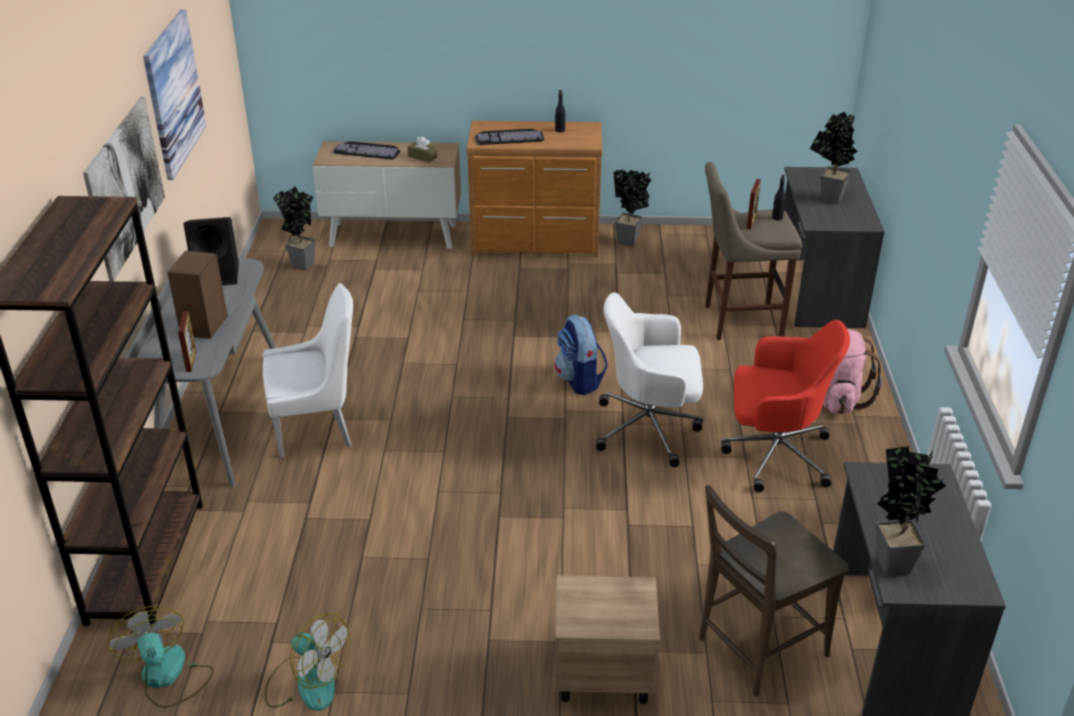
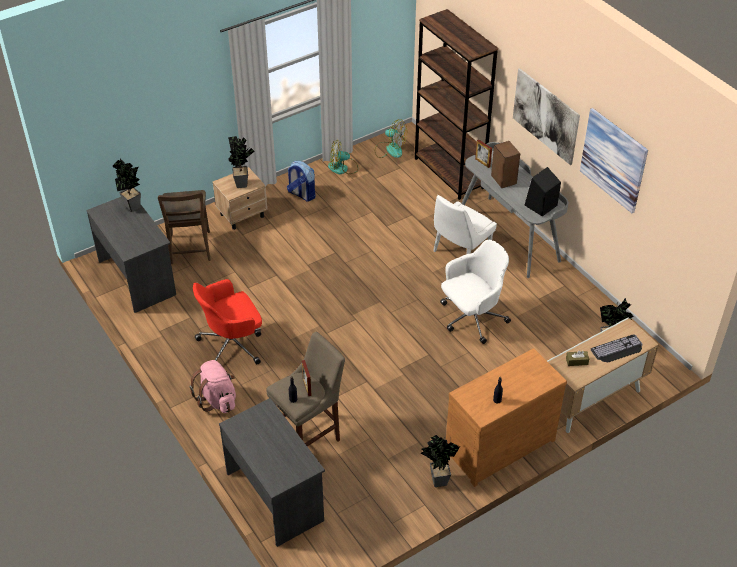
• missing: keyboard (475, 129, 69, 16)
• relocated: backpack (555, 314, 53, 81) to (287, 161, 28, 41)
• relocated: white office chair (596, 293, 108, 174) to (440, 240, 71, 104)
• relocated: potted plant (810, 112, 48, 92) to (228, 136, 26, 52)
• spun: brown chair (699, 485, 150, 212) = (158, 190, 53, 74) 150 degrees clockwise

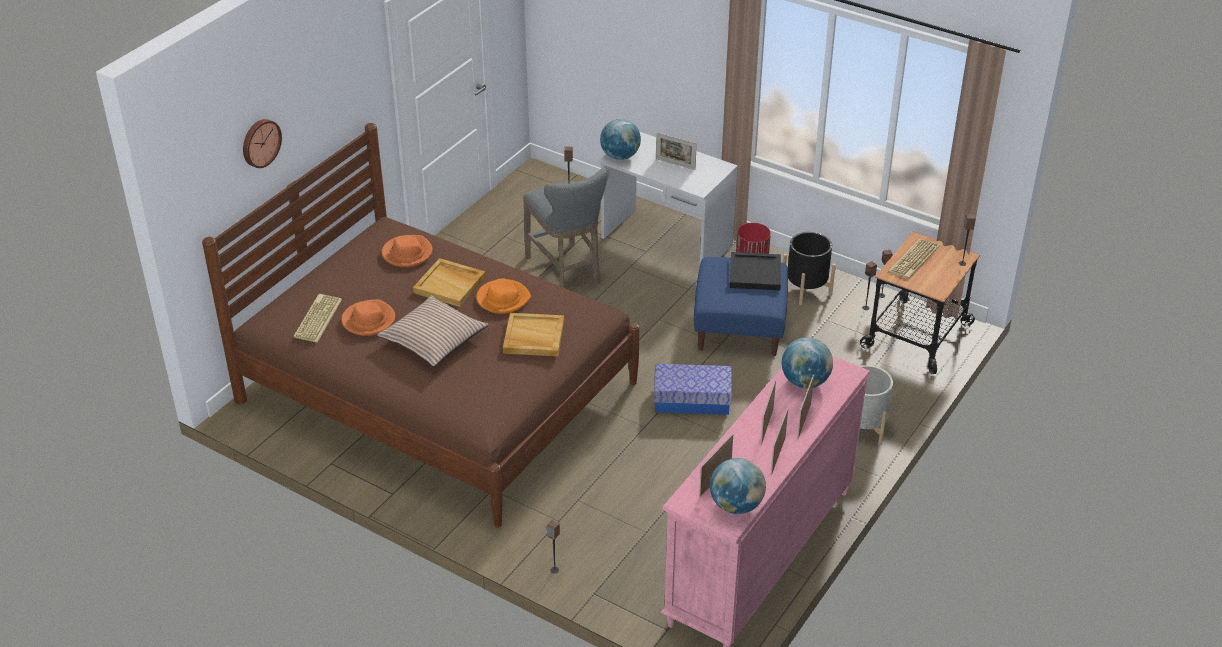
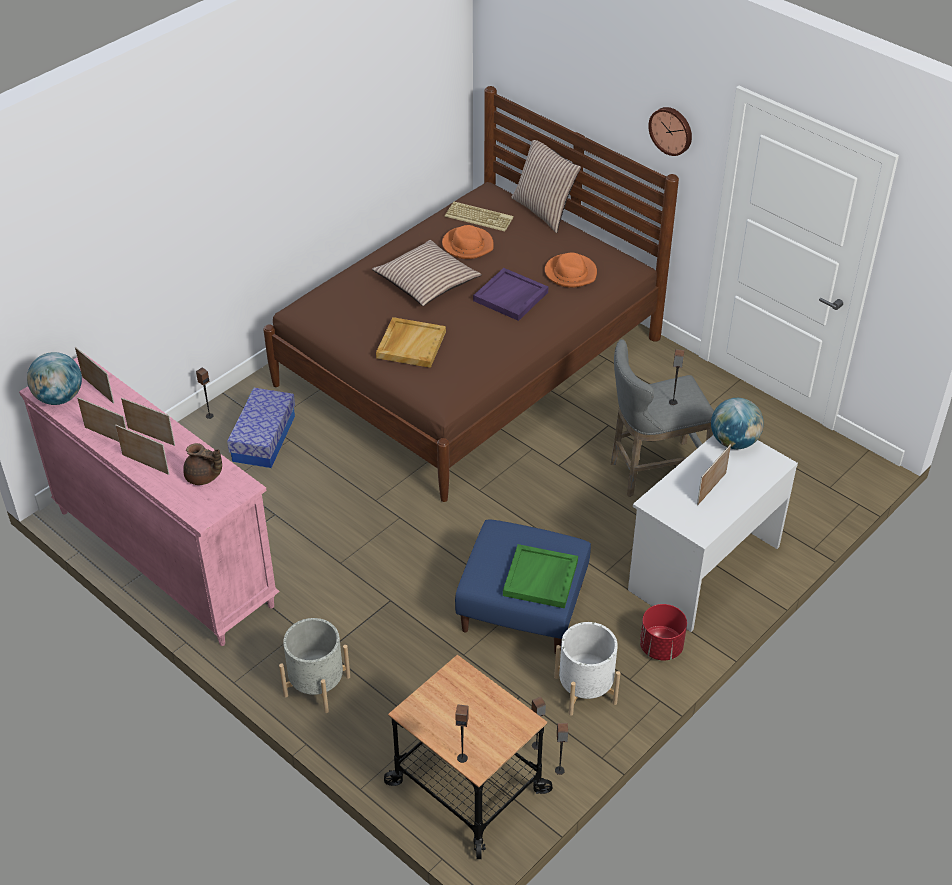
• missing: orange hat (476, 278, 55, 36)
• missing: keyboard (888, 239, 52, 39)
• appeared: pillow (511, 140, 70, 93)
• relocated: wall clock (243, 119, 39, 49) to (648, 107, 44, 49)
• relocated: storage box (654, 364, 78, 51) to (227, 388, 68, 80)
• exchanged: globe (782, 337, 51, 52) to brown teapot (183, 443, 39, 42)
• colour: beige tray (413, 258, 72, 49) to purple tray (473, 268, 75, 53)
• colour: black tray (730, 252, 51, 38) to green tray (503, 544, 75, 64)
• colour: black planter (783, 232, 53, 73) to white planter (554, 622, 66, 93)

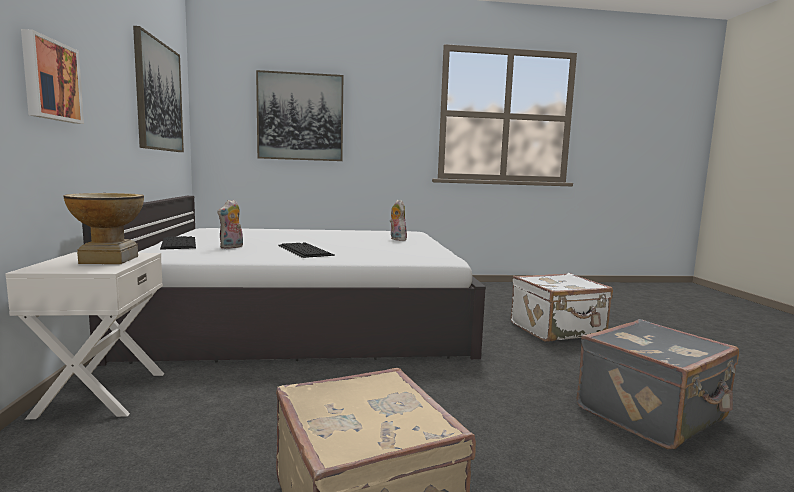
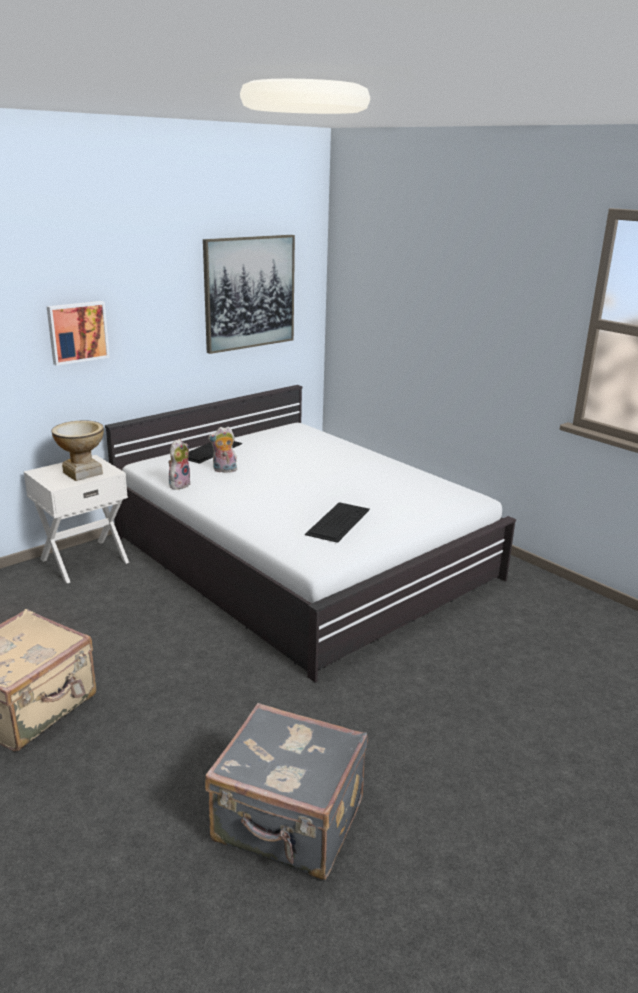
• missing: picture (256, 70, 87, 91)
• missing: white suitcase (511, 273, 102, 69)
• relocated: keyboard (278, 242, 57, 16) to (305, 502, 65, 41)
• relocated: plush toy (390, 200, 17, 41) to (168, 439, 23, 51)

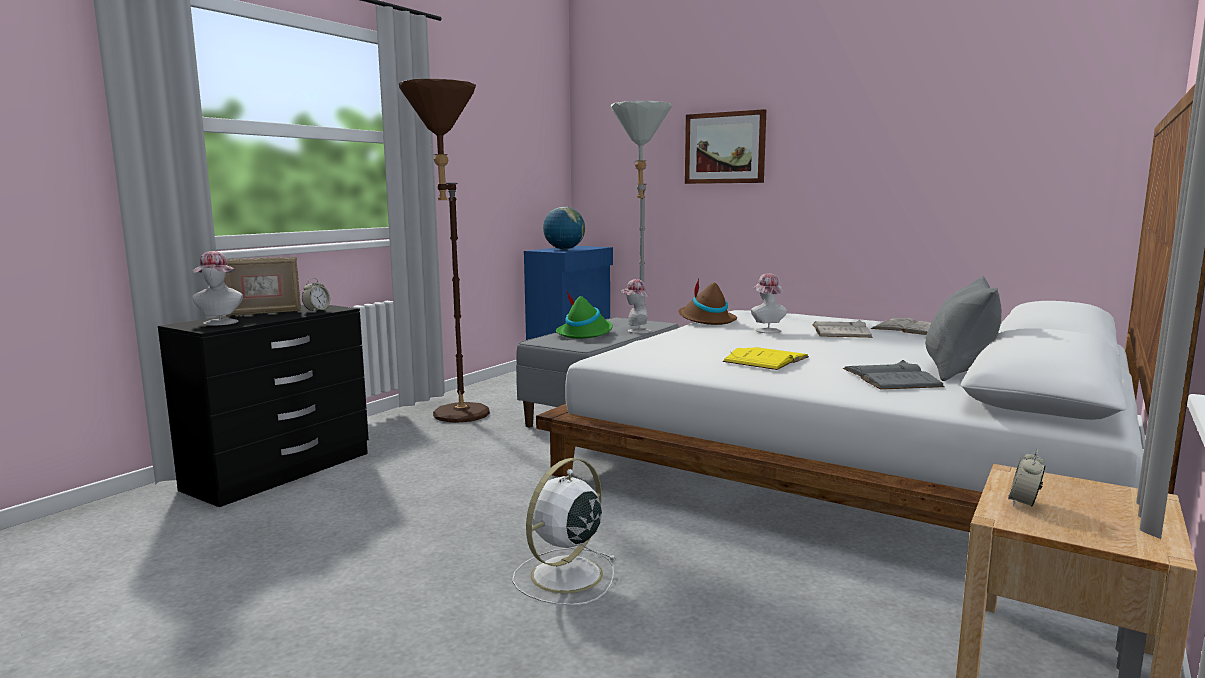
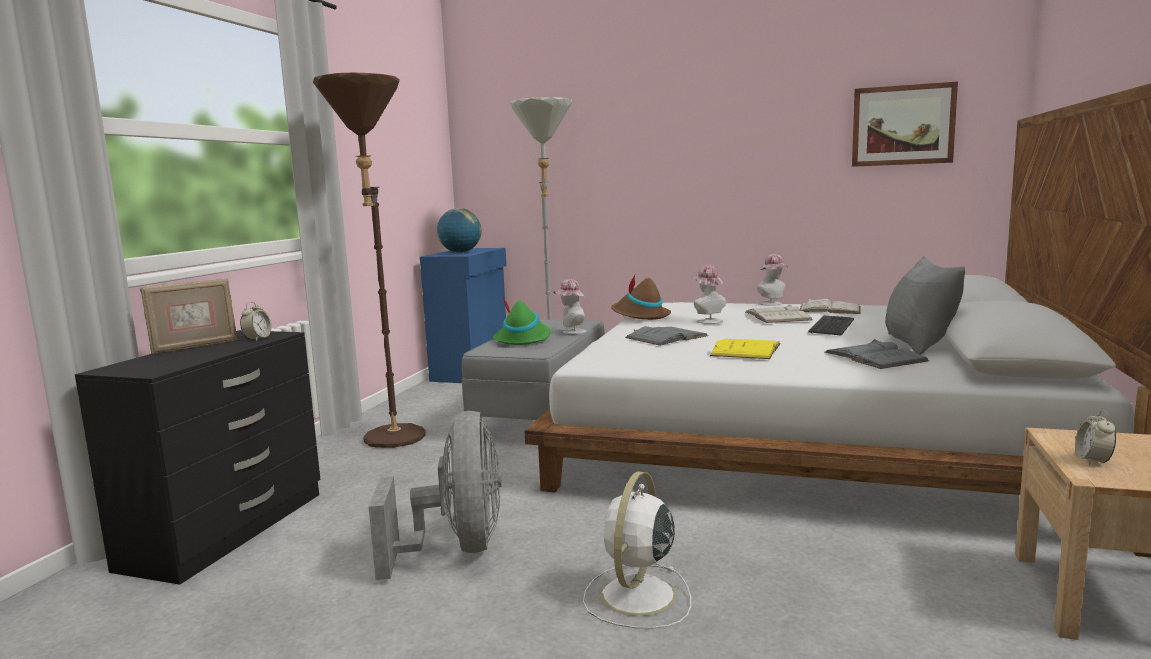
• appeared: grey fan (369, 411, 133, 169)
• appeared: grey book (625, 326, 84, 20)
• appeared: keyboard (808, 315, 46, 21)
• relocated: hat (192, 251, 51, 75) to (757, 254, 31, 52)
• relocated: picture (685, 109, 81, 75) to (852, 81, 106, 86)

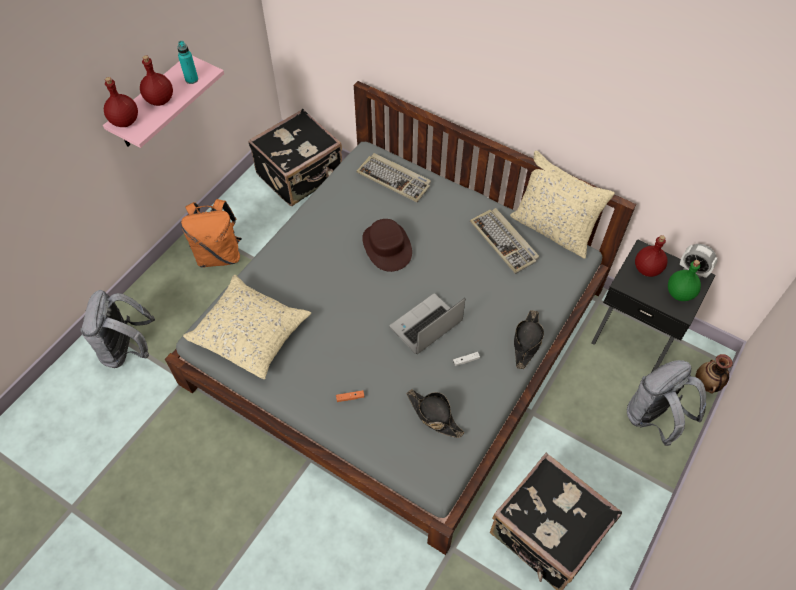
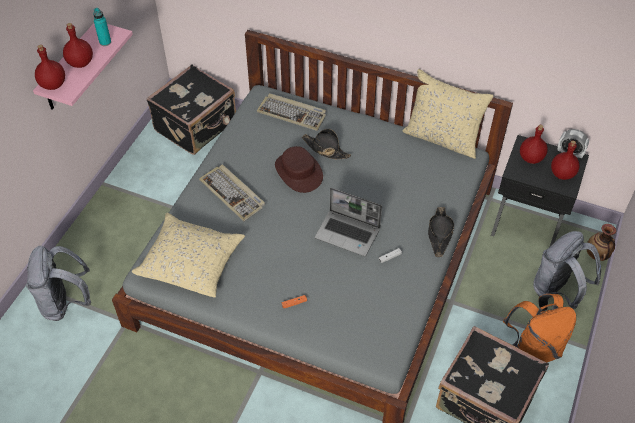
• relocated: orange backpack (181, 199, 61, 69) to (503, 294, 73, 68)
• relocated: black hat (406, 389, 58, 49) to (302, 129, 49, 30)
• relocated: keyboard (470, 208, 69, 66) to (199, 164, 66, 57)
• colour: green bottle (668, 260, 33, 41) to red bottle (551, 141, 28, 39)
• spun: laptop (390, 293, 75, 61) = (315, 188, 67, 68) 105 degrees counterclockwise

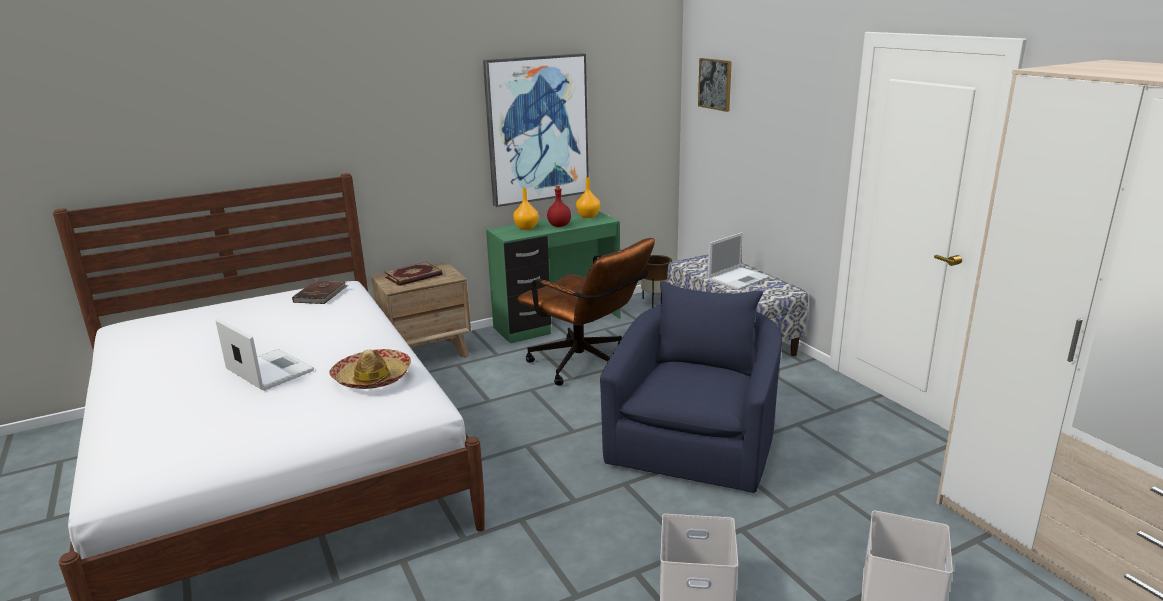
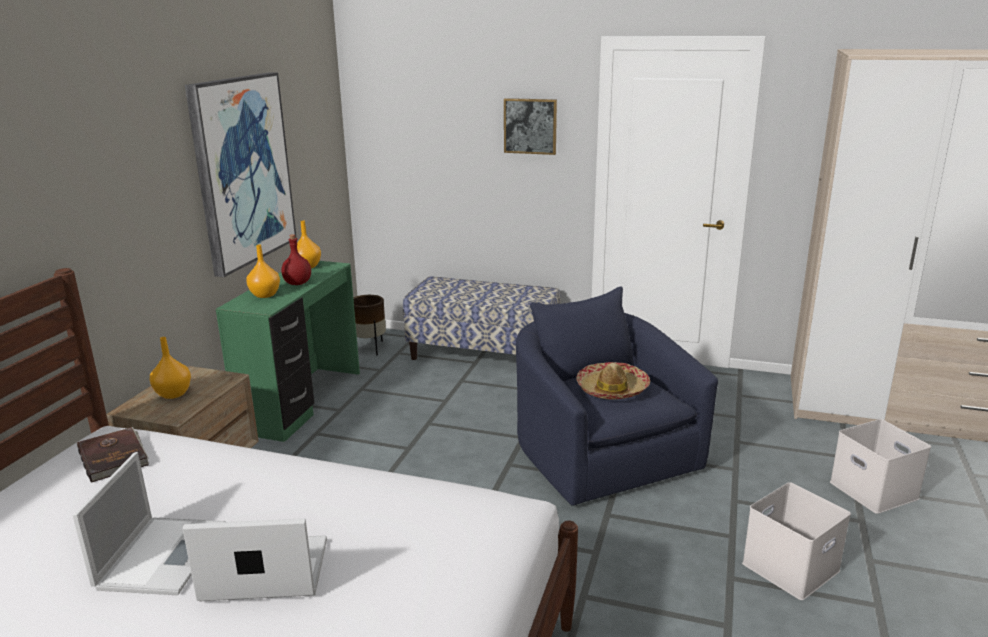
• missing: brown office chair (517, 238, 138, 148)
• relocated: hat (329, 349, 82, 40) to (576, 362, 74, 38)
• relocated: picture (698, 58, 34, 54) to (504, 98, 53, 57)
• relocated: laptop (708, 232, 62, 58) to (73, 452, 152, 143)
• exchanged: book (384, 262, 58, 24) to orange vase (150, 337, 41, 62)

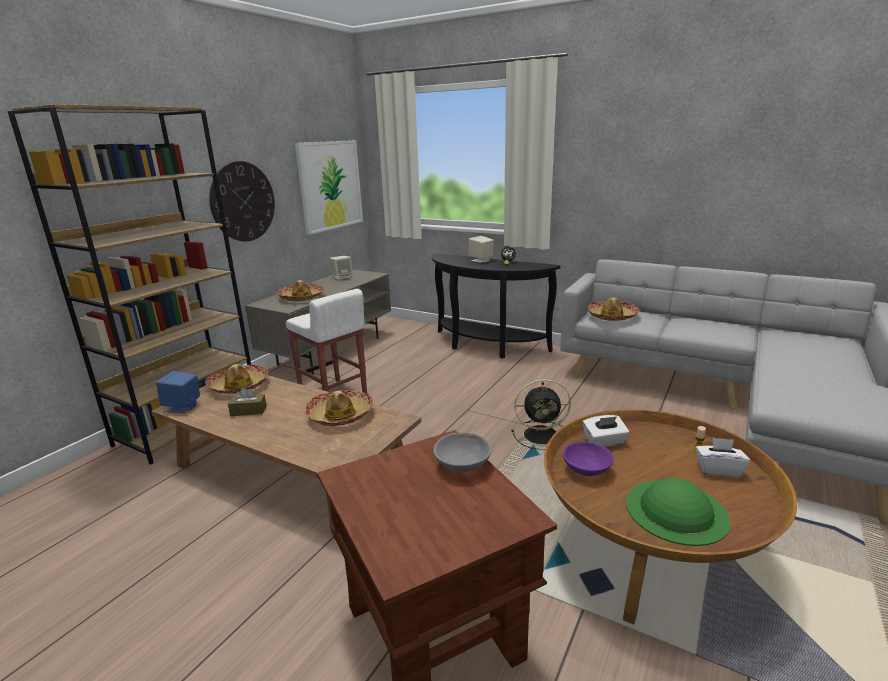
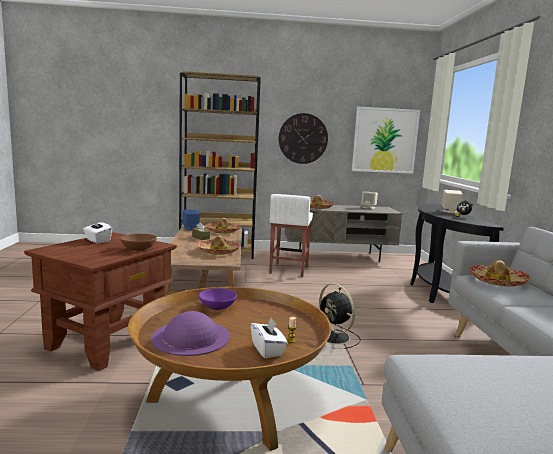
• relocated: white tissue box (583, 415, 46, 32) to (83, 219, 29, 24)
• colour: grey bowl (433, 432, 58, 40) to brown bowl (120, 234, 37, 17)
• colour: green hat (626, 478, 105, 68) to purple hat (151, 311, 79, 45)

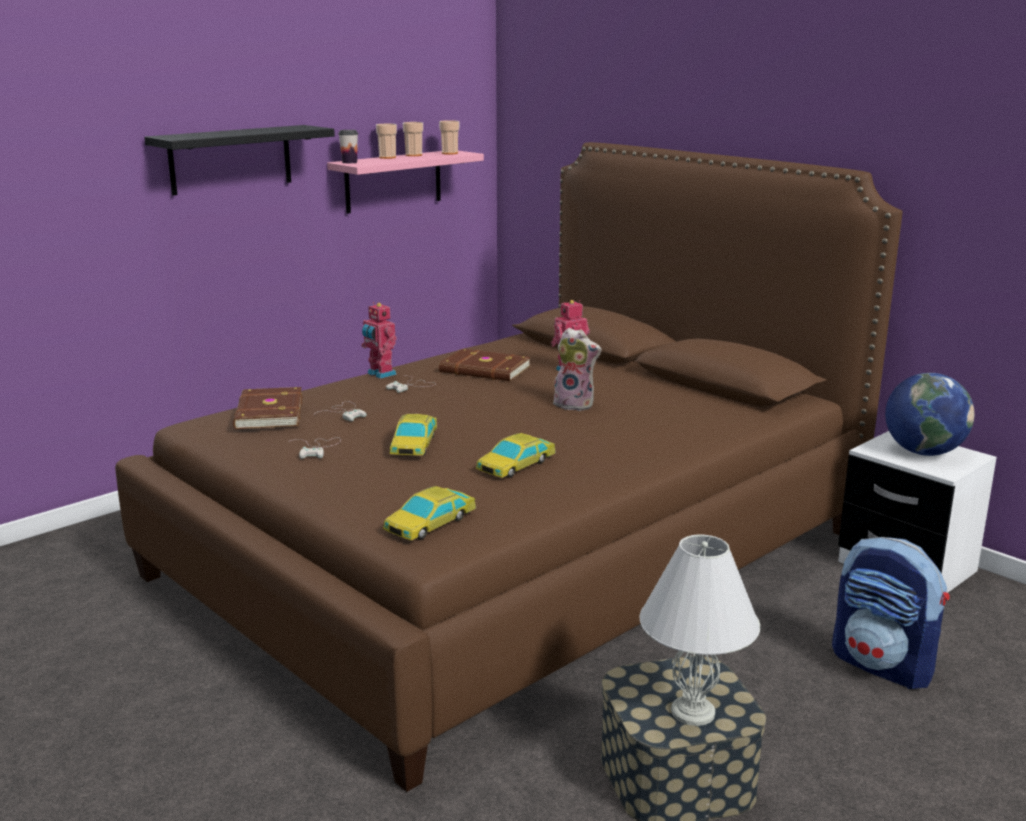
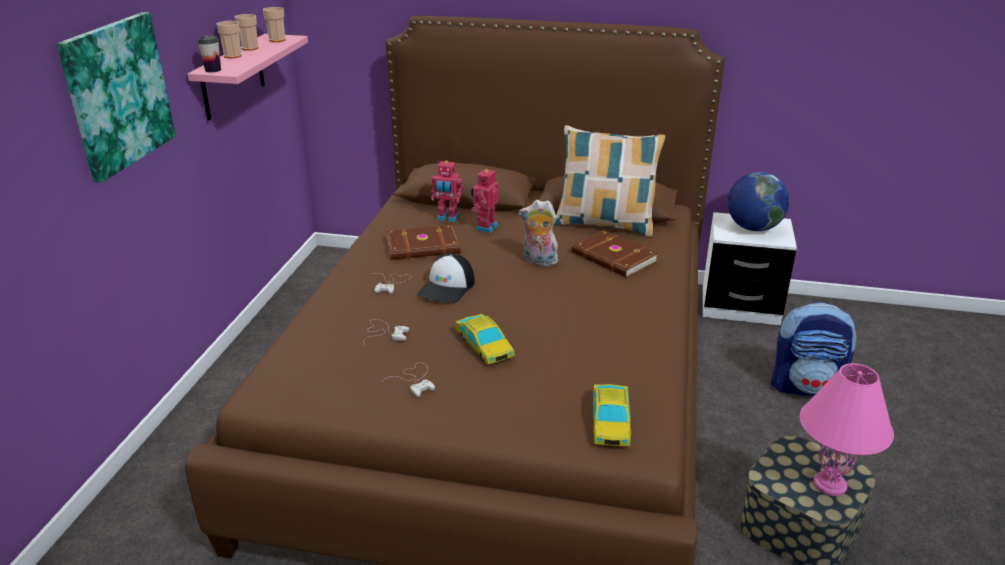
• missing: toy car (476, 433, 80, 45)
• appeared: cap (417, 253, 58, 50)
• appeared: pillow (554, 126, 112, 111)
• relocated: brown book (233, 387, 69, 42) to (572, 230, 86, 47)
• relocated: toy robot (361, 302, 36, 77) to (431, 160, 32, 62)
• exchanged: black shelf (144, 125, 191, 71) to picture (57, 12, 119, 171)
• colour: white table lamp (639, 535, 121, 191) to pink table lamp (800, 363, 94, 133)
• spun: plush toy (553, 328, 49, 83) = (519, 200, 39, 66) 150 degrees counterclockwise

